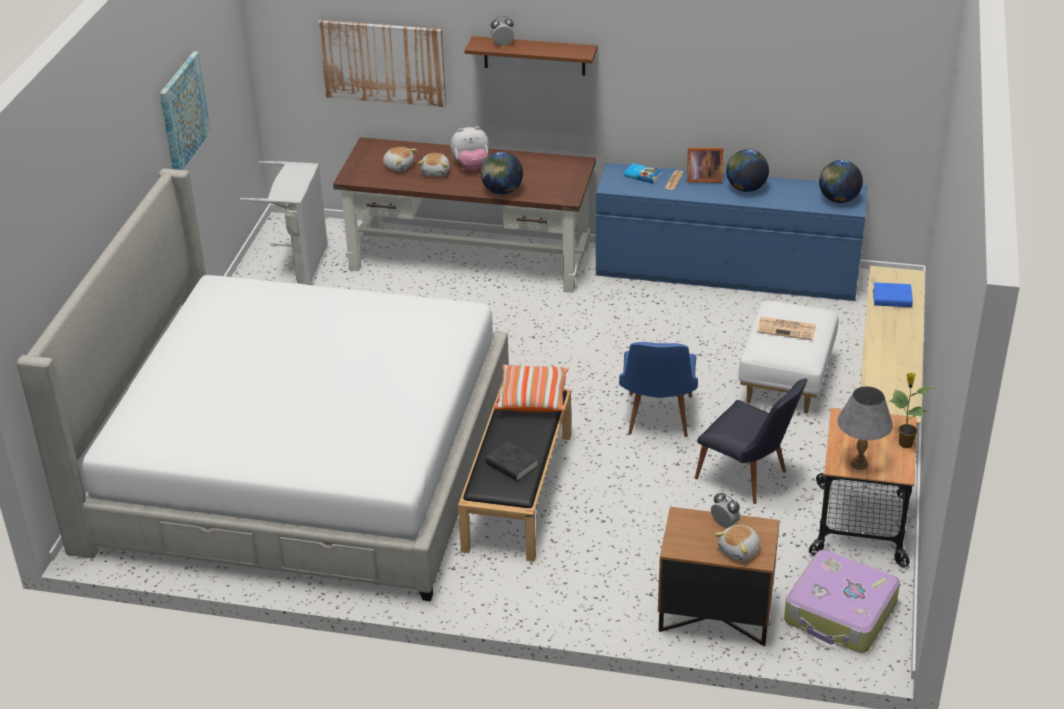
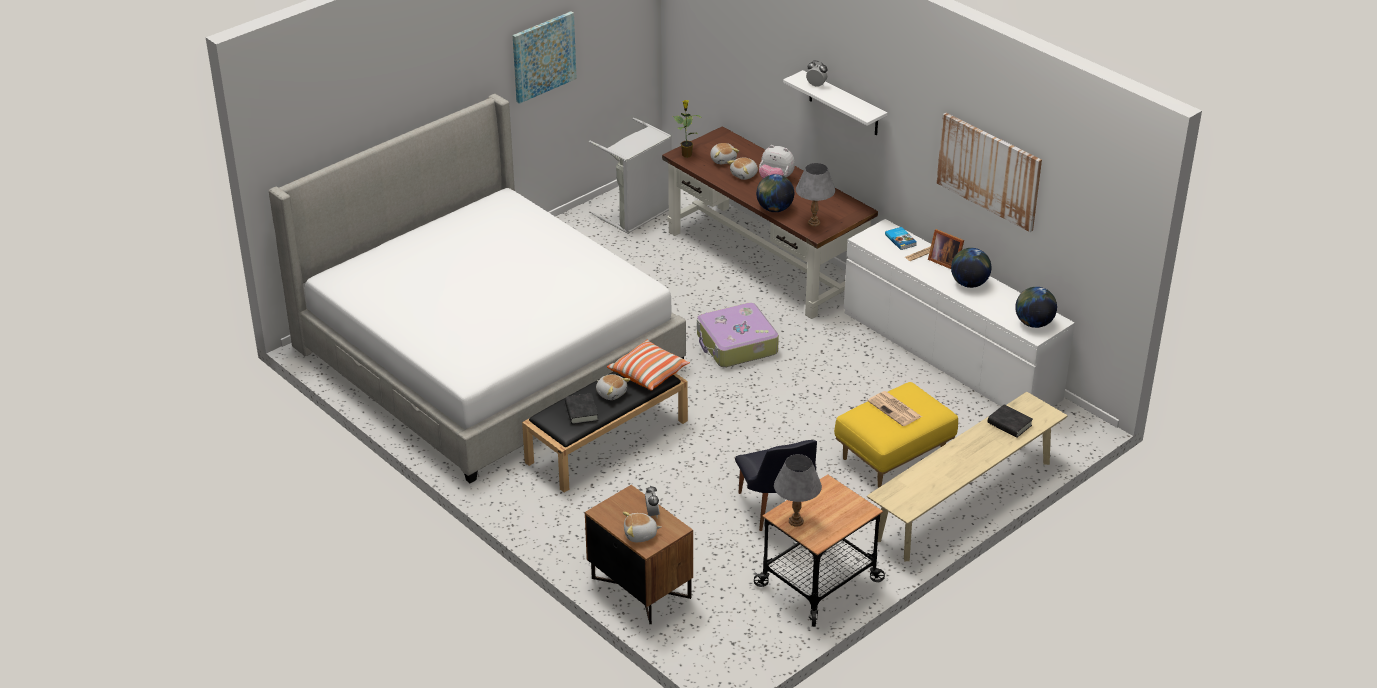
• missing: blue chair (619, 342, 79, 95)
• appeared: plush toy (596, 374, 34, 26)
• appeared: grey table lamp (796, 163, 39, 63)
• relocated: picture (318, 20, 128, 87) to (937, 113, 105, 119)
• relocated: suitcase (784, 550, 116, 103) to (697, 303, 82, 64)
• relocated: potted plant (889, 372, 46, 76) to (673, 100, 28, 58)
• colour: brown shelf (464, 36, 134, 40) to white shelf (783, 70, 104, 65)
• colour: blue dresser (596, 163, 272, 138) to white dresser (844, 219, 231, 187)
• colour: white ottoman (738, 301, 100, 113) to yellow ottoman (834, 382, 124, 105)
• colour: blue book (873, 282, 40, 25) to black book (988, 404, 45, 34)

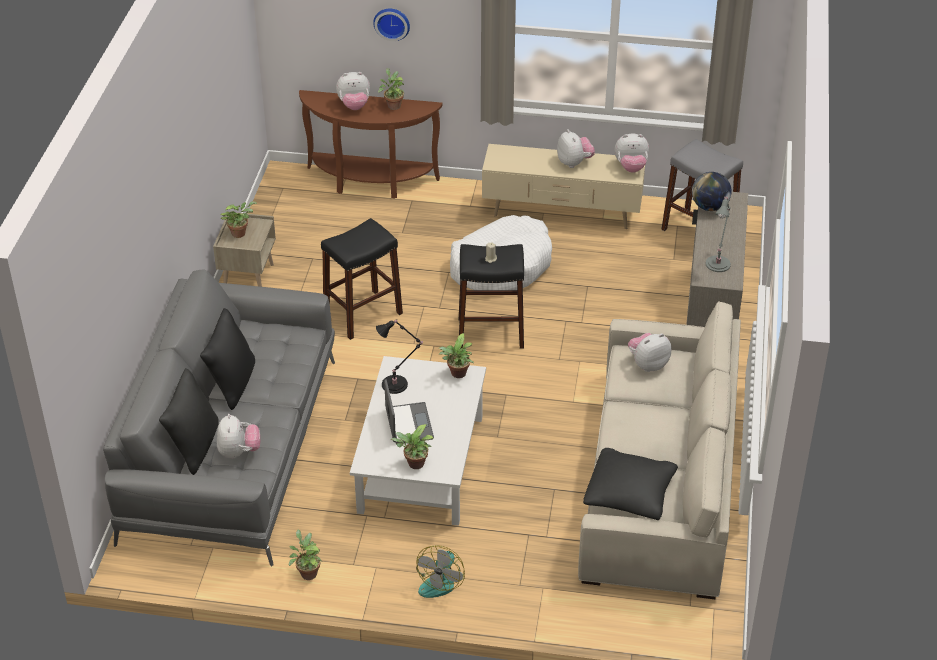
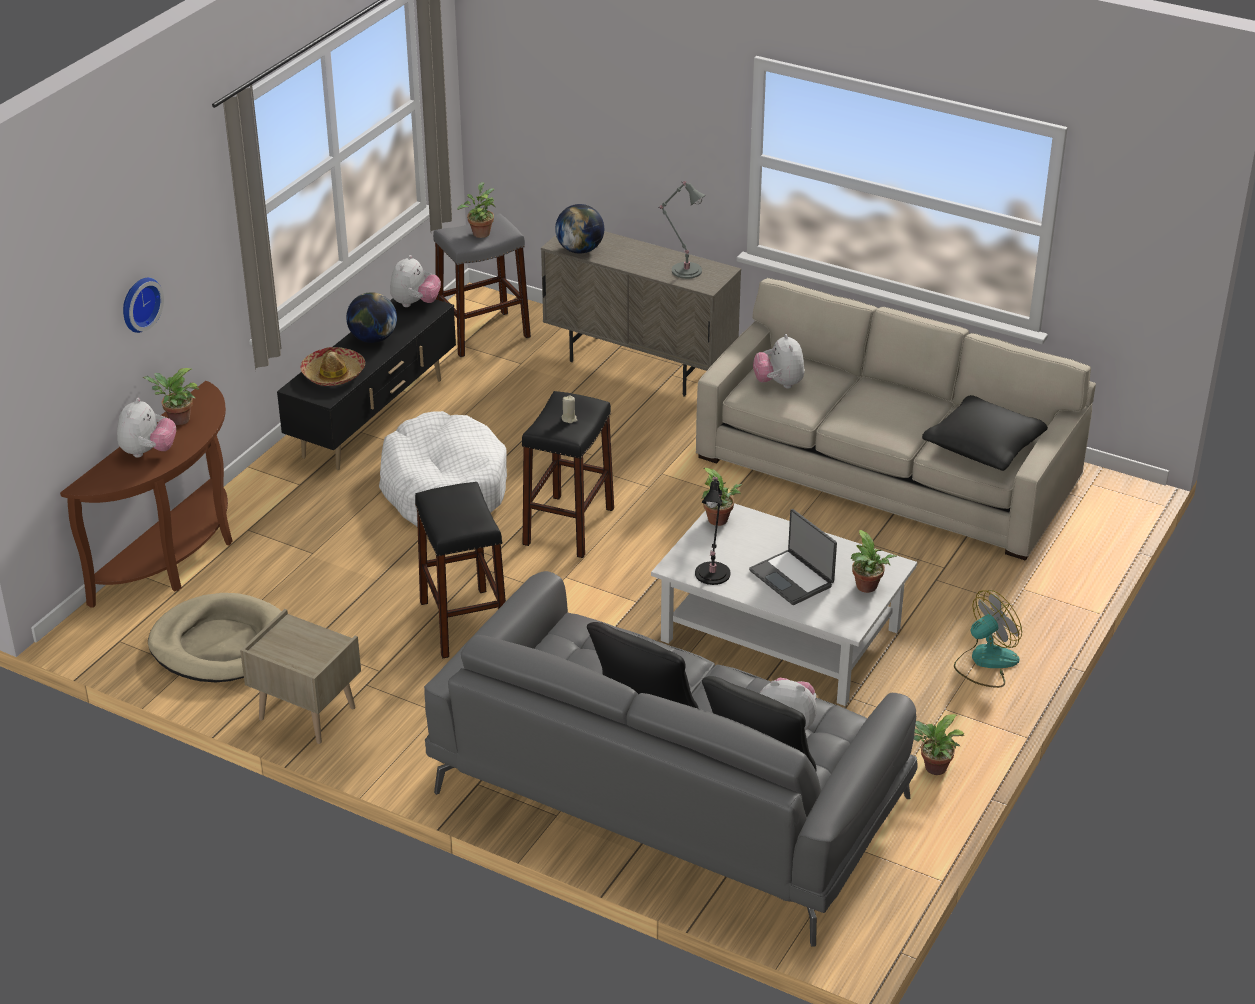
• appeared: beige dog bed (148, 593, 134, 89)
• appeared: hat (300, 347, 65, 39)
• relocated: potted plant (221, 201, 36, 37) to (457, 182, 38, 56)
• exchanged: plush toy (557, 129, 38, 39) to globe (346, 292, 51, 51)
• colour: beige tv stand (482, 144, 163, 85) to black tv stand (277, 298, 179, 172)
• spun: laptop (384, 379, 50, 65) = (749, 509, 88, 96) 135 degrees counterclockwise
• spun: fan (416, 545, 49, 53) = (954, 590, 68, 98) 75 degrees counterclockwise

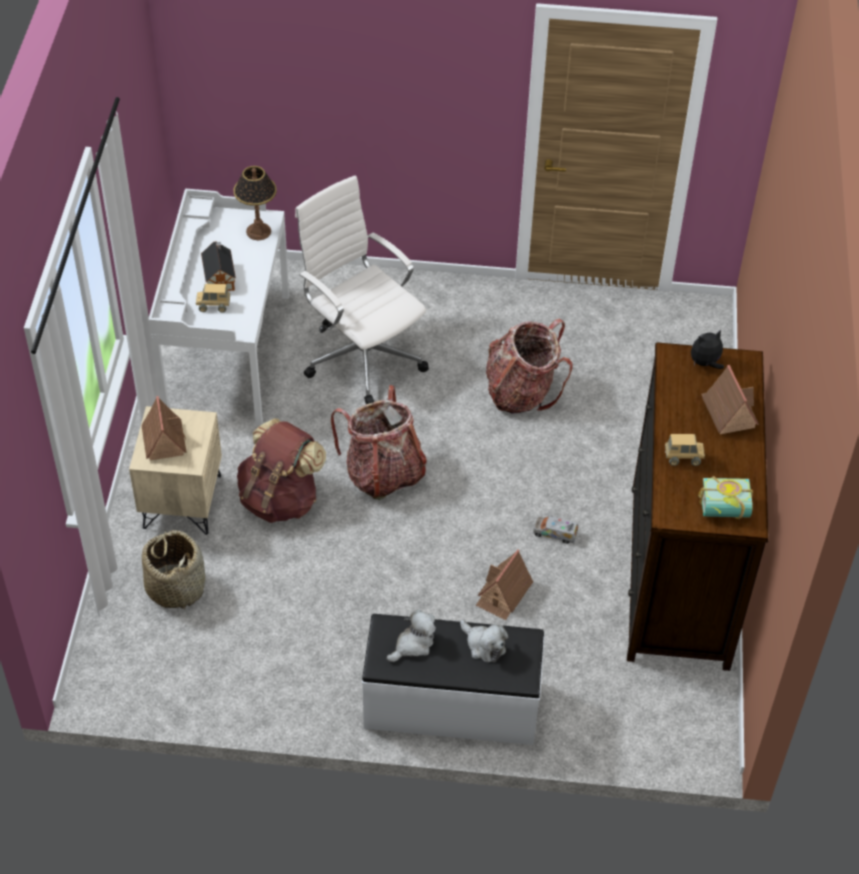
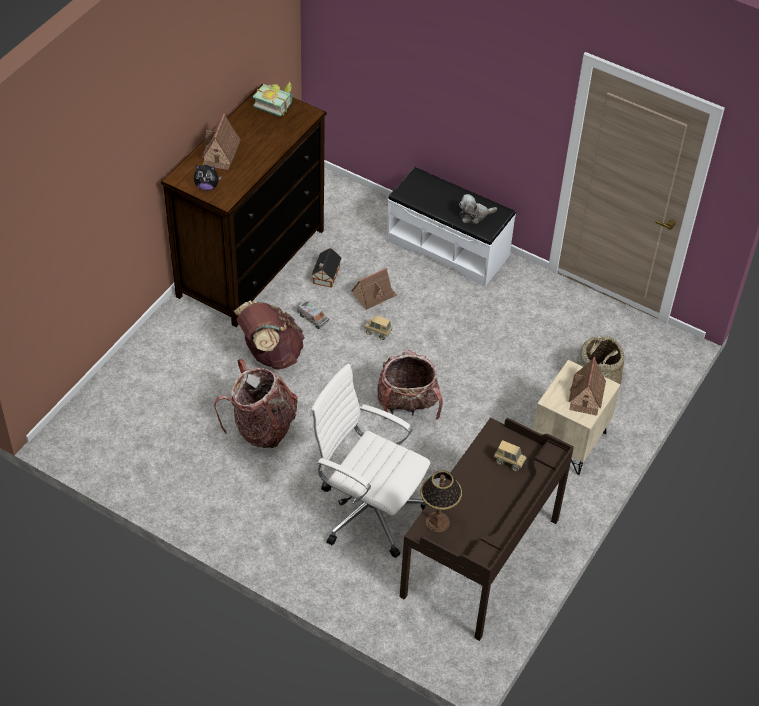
• missing: plush toy (460, 619, 48, 43)
• relocated: toy house (201, 242, 35, 49) to (311, 248, 31, 40)
• relocated: brown backpack (237, 418, 89, 105) to (234, 301, 71, 69)
• relocated: toy truck (665, 434, 40, 32) to (364, 315, 28, 25)
• colour: white desk (148, 189, 141, 236) to brown desk (400, 418, 174, 223)
• spun: white office chair (295, 175, 134, 229) = (310, 364, 120, 194) 135 degrees clockwise

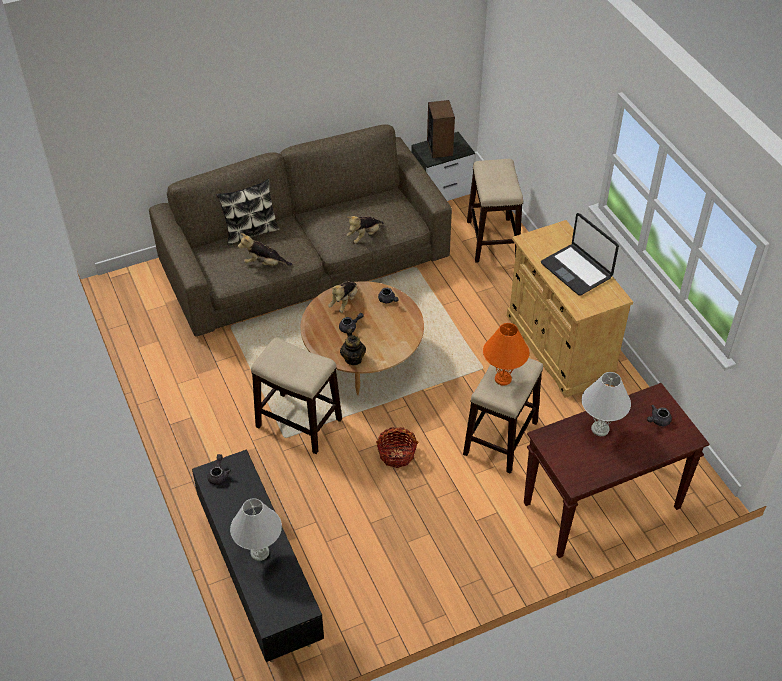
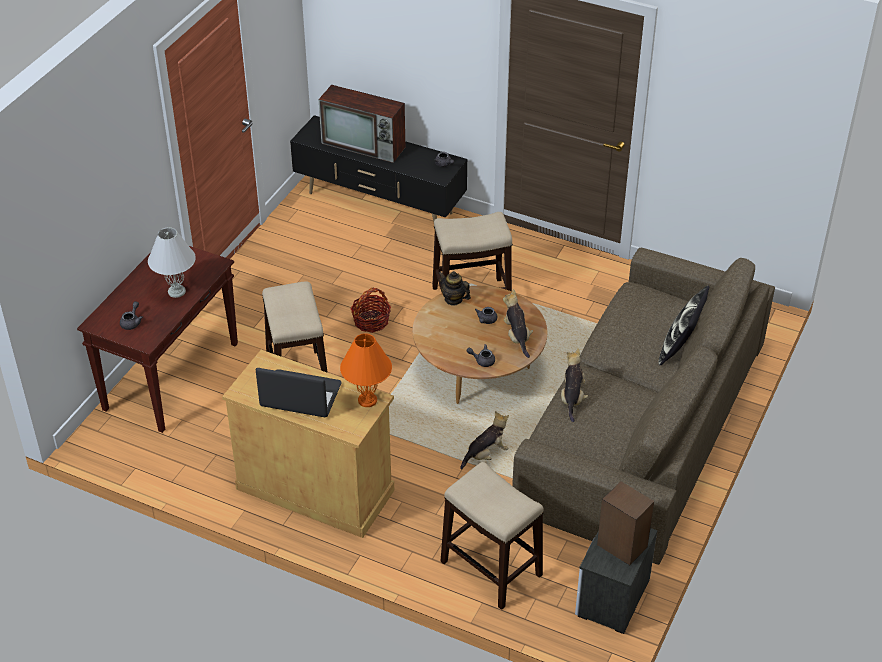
• relocated: plush toy (238, 233, 54, 33) to (460, 411, 49, 59)
• relocated: orange table lamp (483, 323, 46, 63) to (340, 333, 52, 74)
• exchanged: white table lamp (230, 498, 52, 63) to television (318, 85, 87, 78)

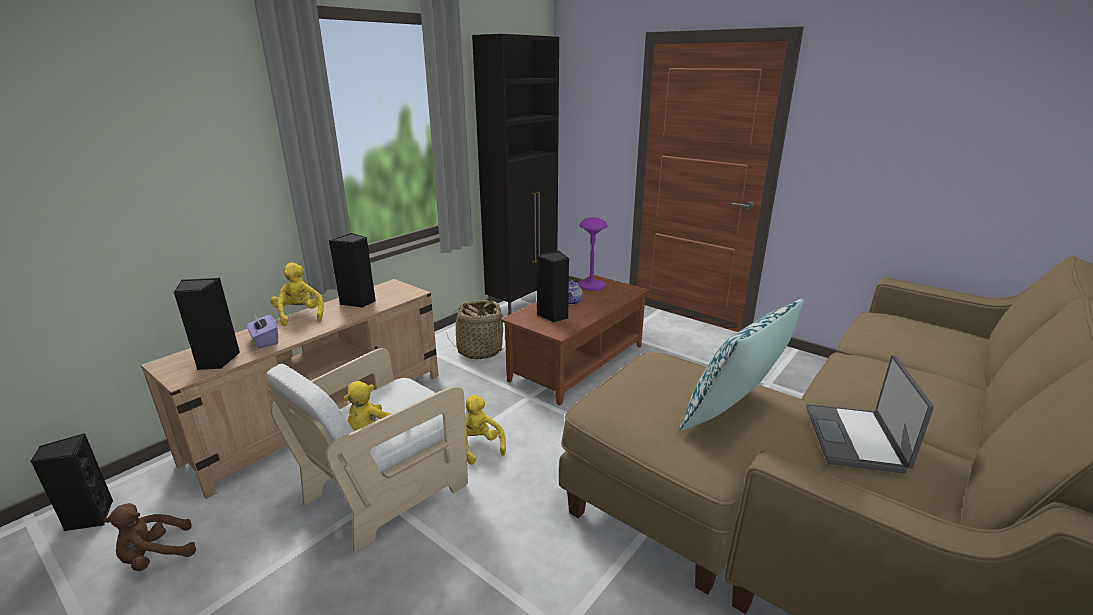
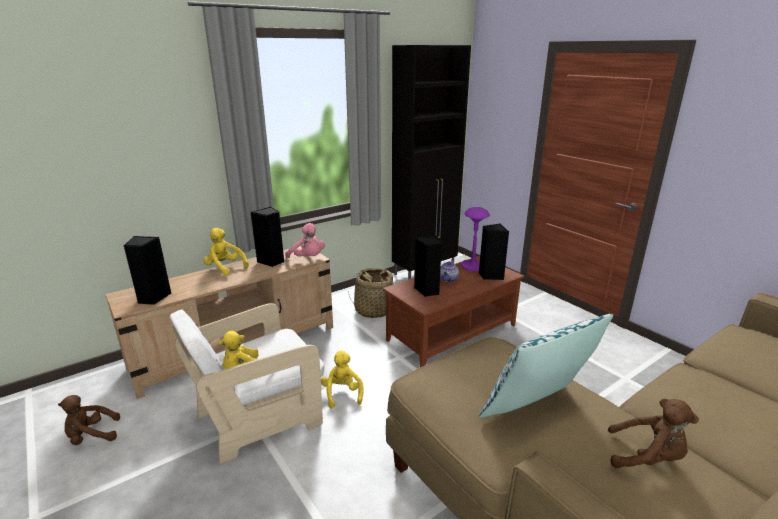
• missing: purple tissue box (247, 314, 31, 35)
• appeared: pink plush toy (285, 223, 40, 36)
• relocated: black speaker (31, 433, 82, 98) to (479, 223, 30, 57)
• exchanged: laptop (806, 355, 128, 119) to brown plush toy (608, 399, 91, 69)
• spun: yellow plush toy (271, 263, 53, 63) = (203, 228, 46, 48) 45 degrees counterclockwise

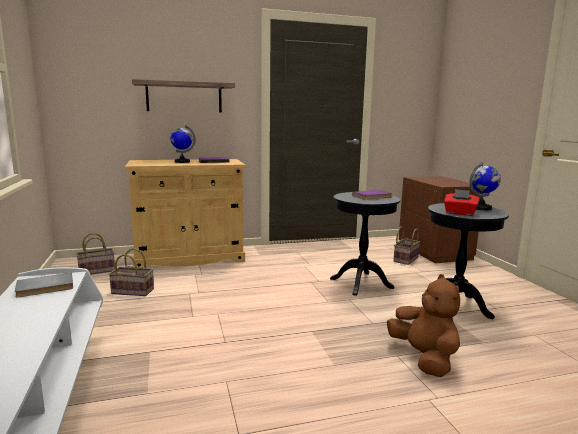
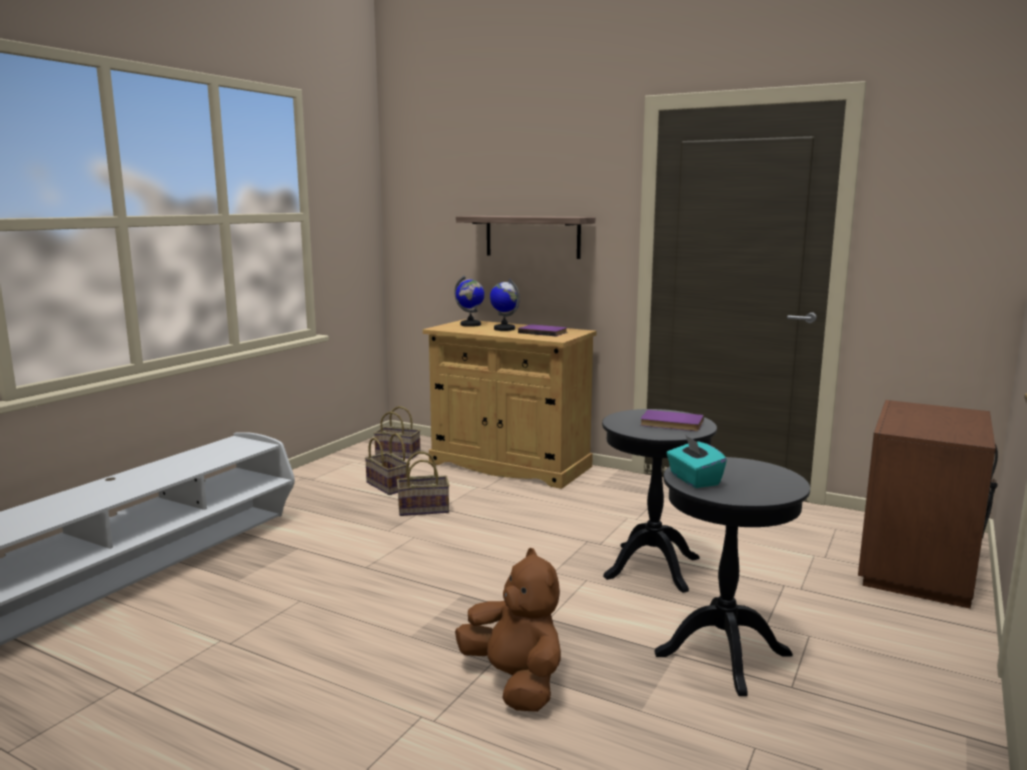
• missing: grey book (15, 273, 58, 24)
• relocated: basket (393, 226, 27, 39) to (397, 451, 53, 65)
• relocated: globe (470, 162, 31, 48) to (454, 275, 31, 52)
• colour: red tissue box (444, 189, 35, 27) to turquoise tissue box (666, 434, 61, 54)
• spun: brown plush toy (387, 274, 73, 103) = (455, 548, 106, 164) 60 degrees counterclockwise

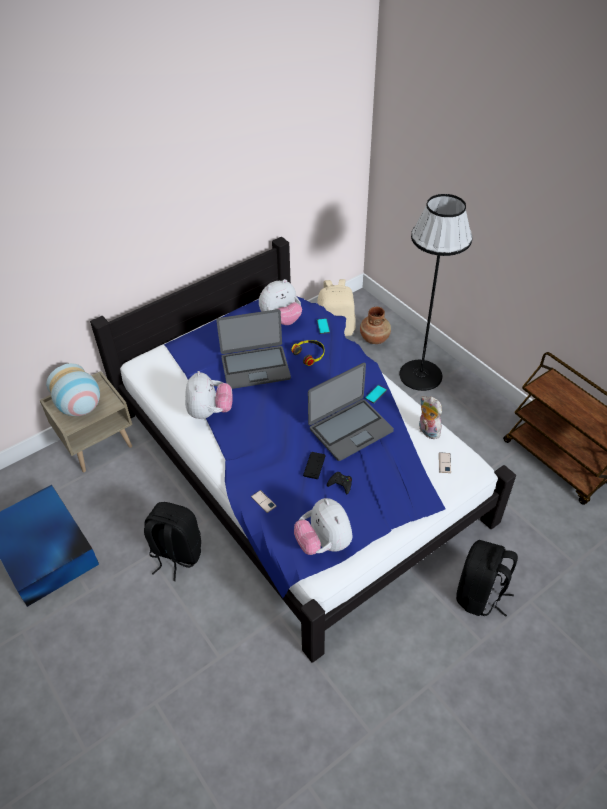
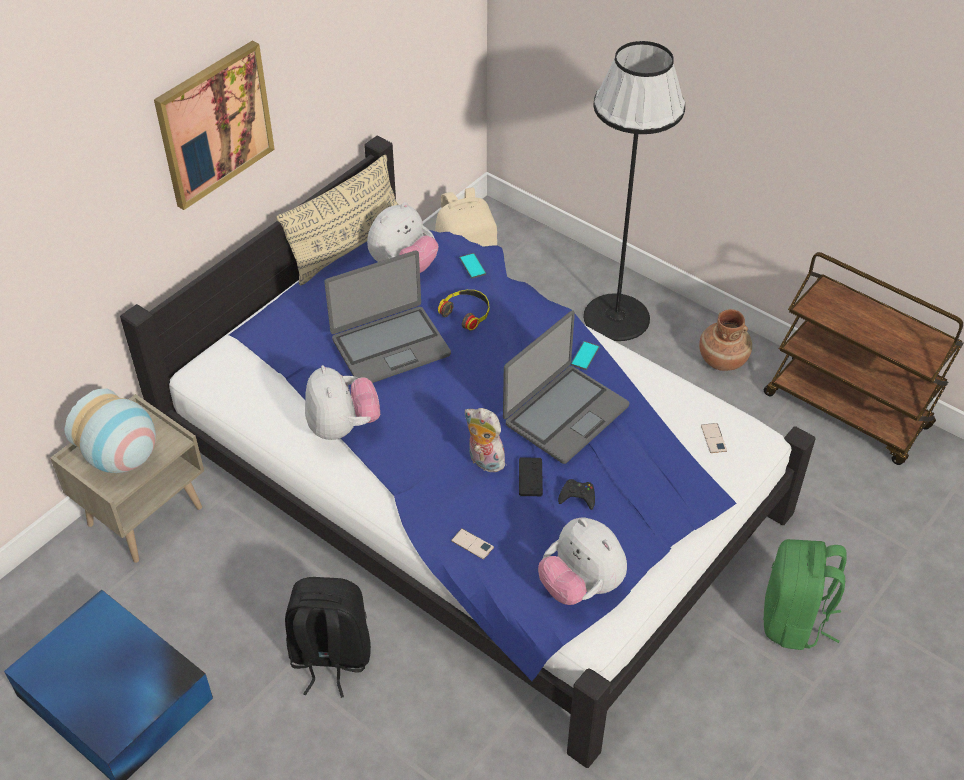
• appeared: picture (154, 40, 121, 170)
• appeared: beige pillow (276, 155, 123, 130)
• relocated: brown vase (360, 307, 31, 37) to (699, 309, 53, 62)
• relocated: plush toy (419, 396, 23, 43) to (464, 408, 41, 65)
• colour: black backpack (456, 540, 62, 77) to green backpack (763, 539, 84, 111)

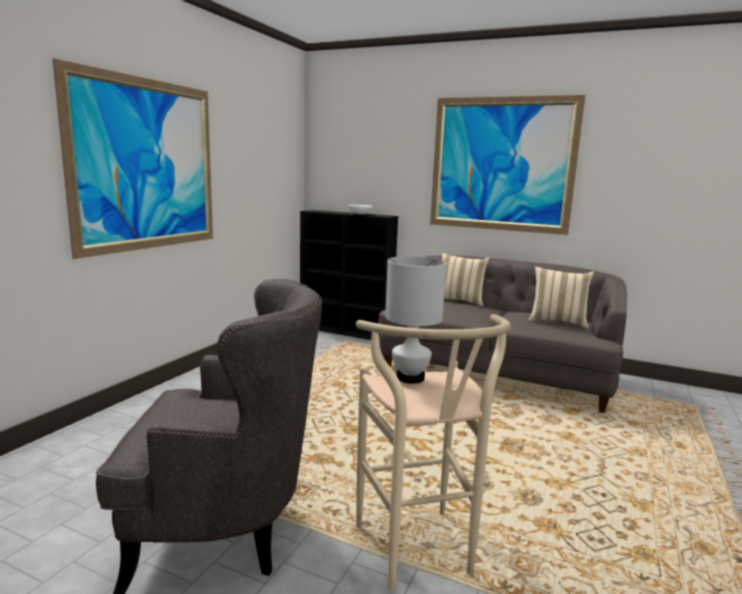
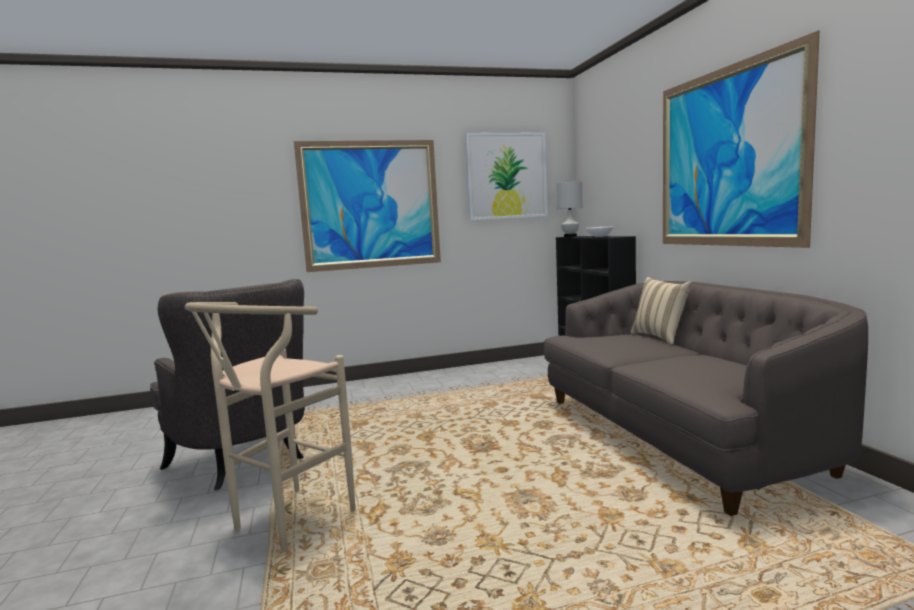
• missing: beige pillow (528, 267, 66, 61)
• appeared: picture (465, 132, 83, 89)
• relocated: white table lamp (385, 256, 62, 128) to (556, 181, 26, 56)

